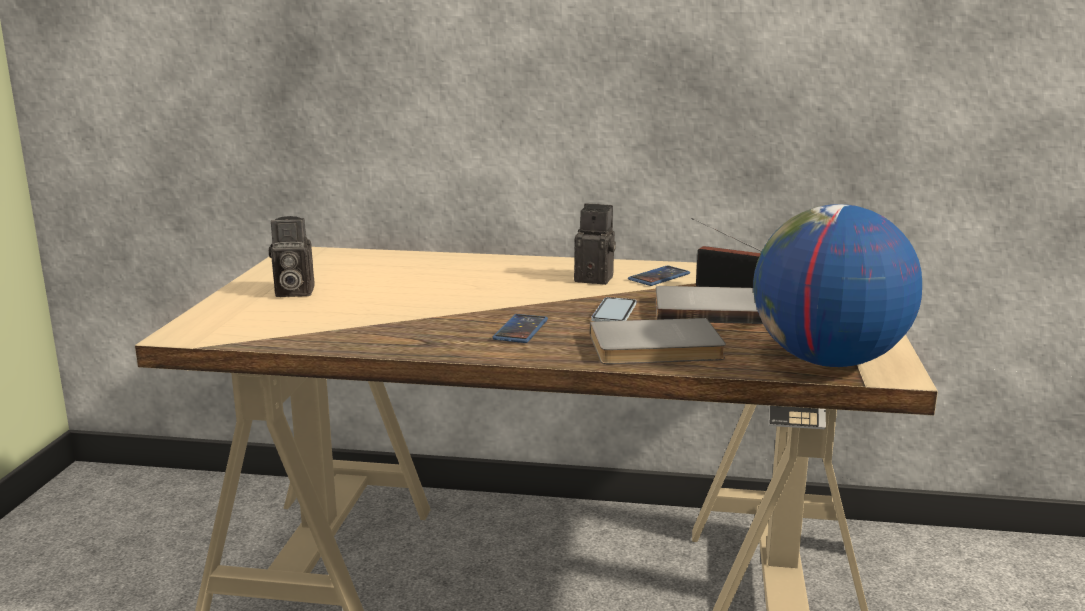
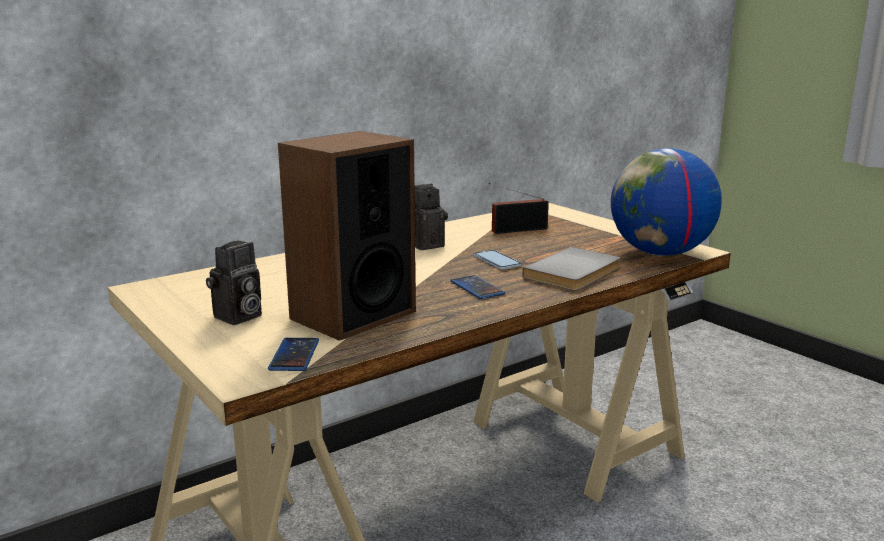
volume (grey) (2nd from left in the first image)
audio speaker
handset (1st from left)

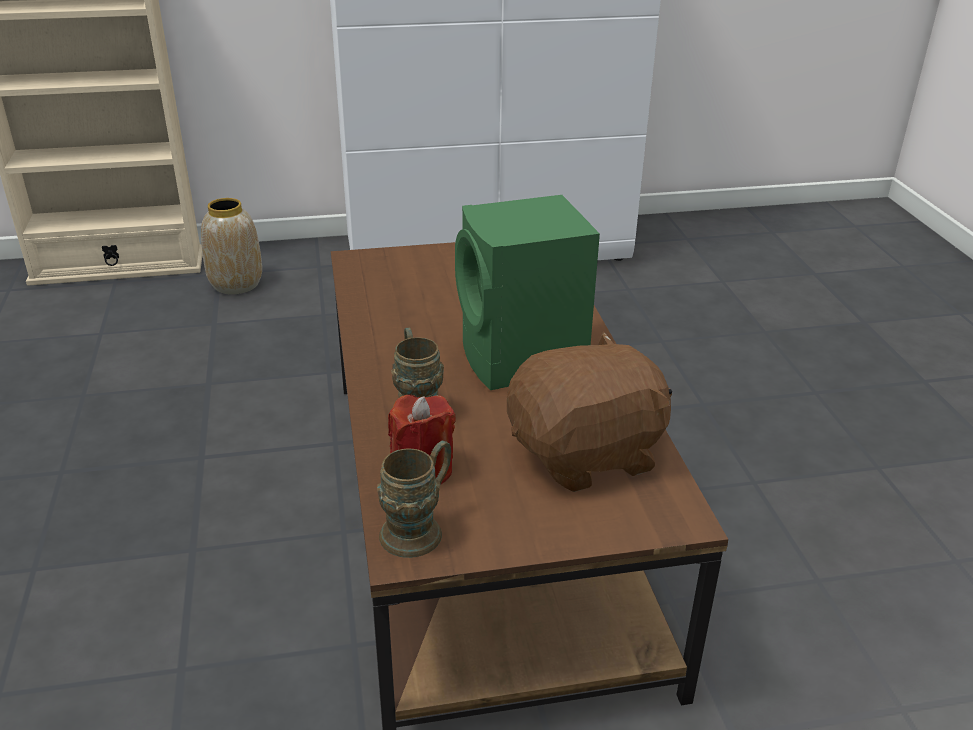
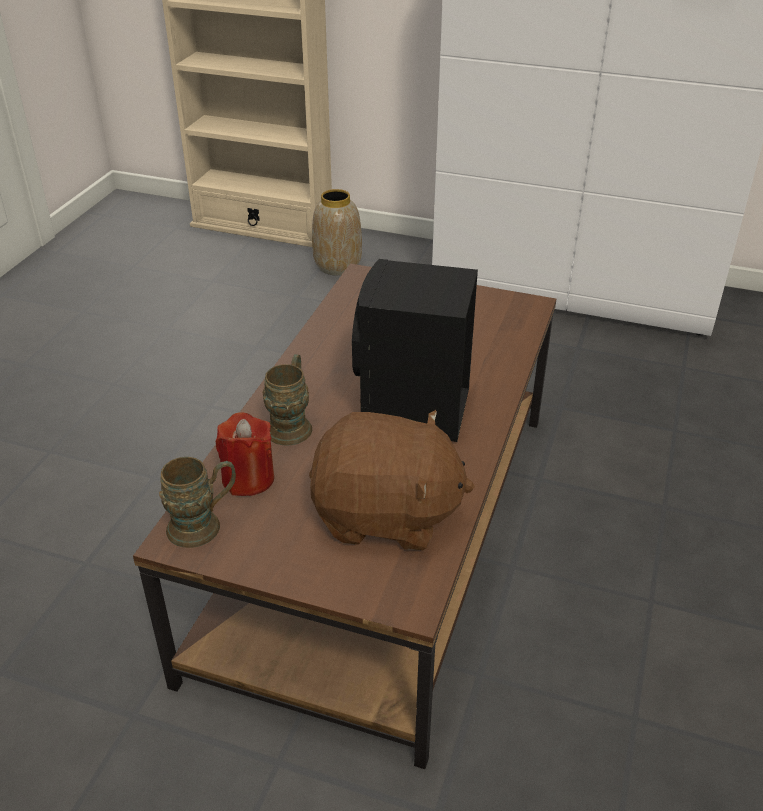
audio speaker (black)

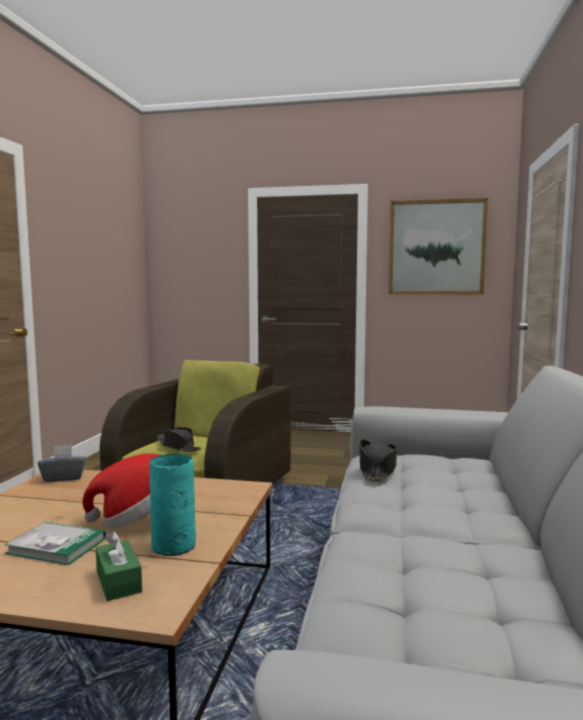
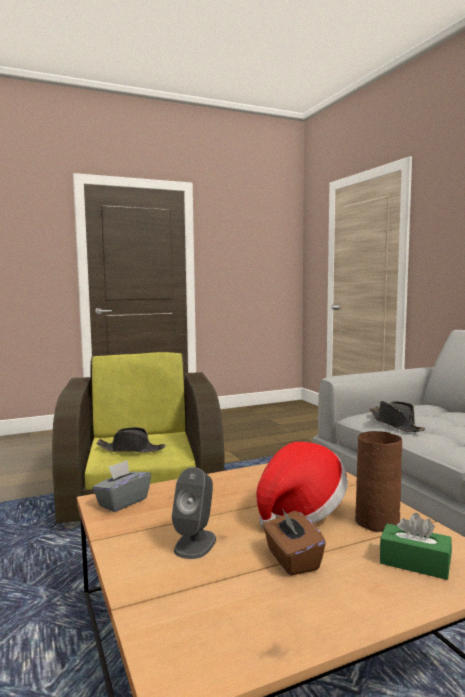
wall picture
audio speaker (grey)
tissue holder (brown)
vase (brown)

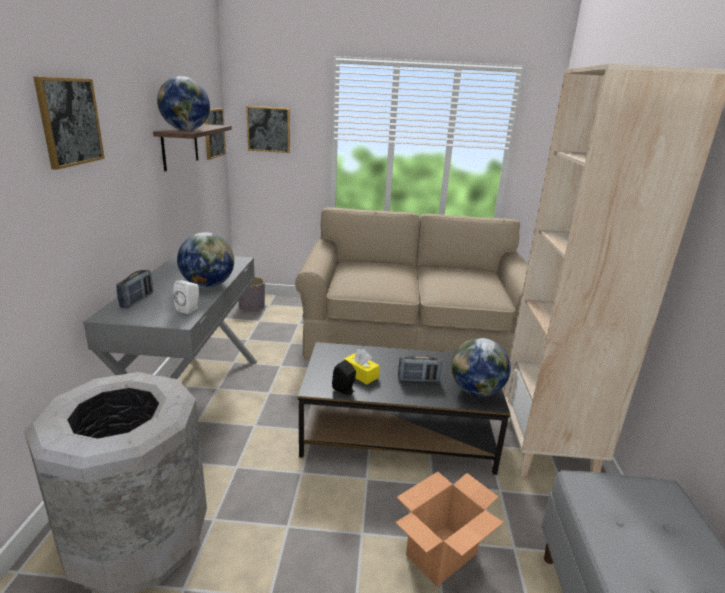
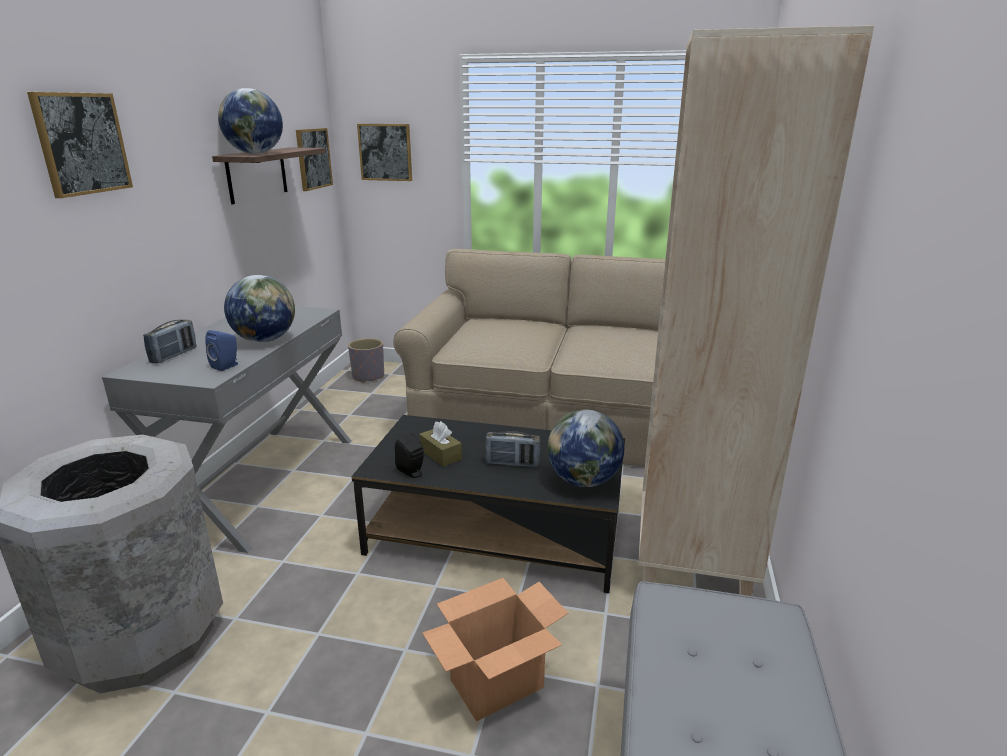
audio speaker (blue)
tissue holder (brown)

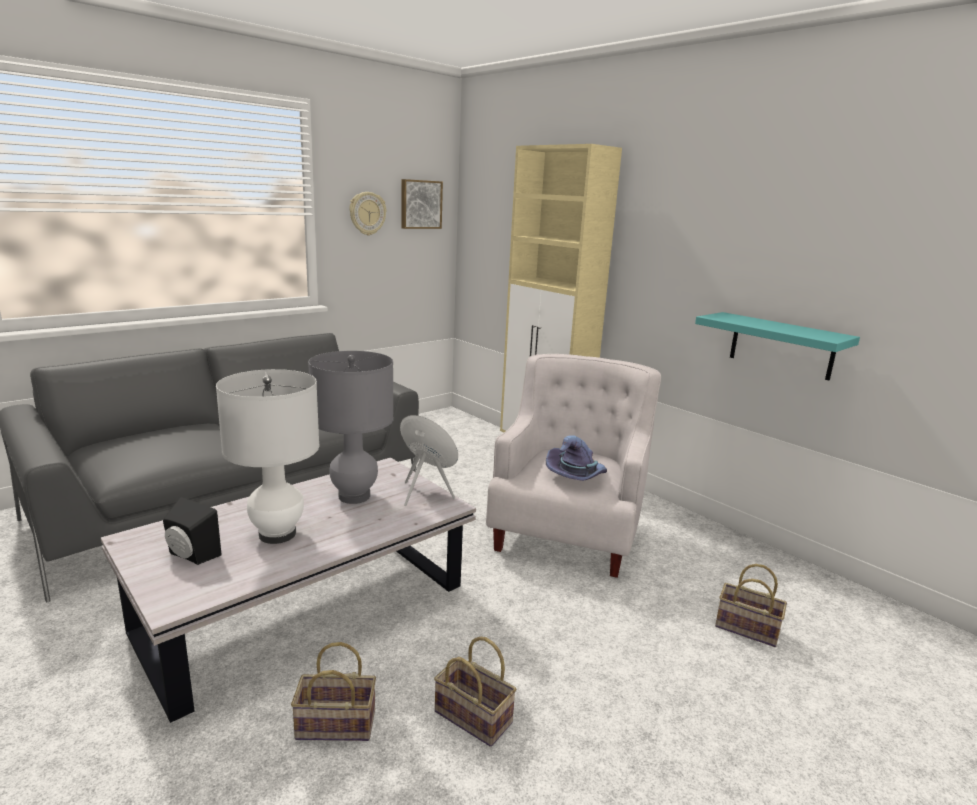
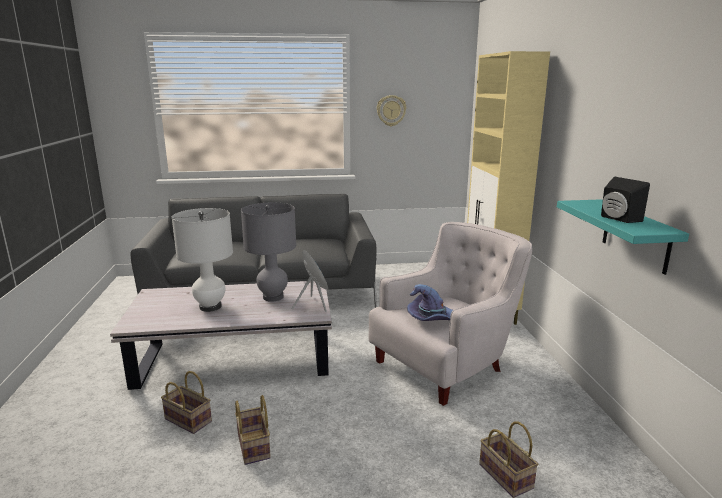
wall picture
audio speaker (black)

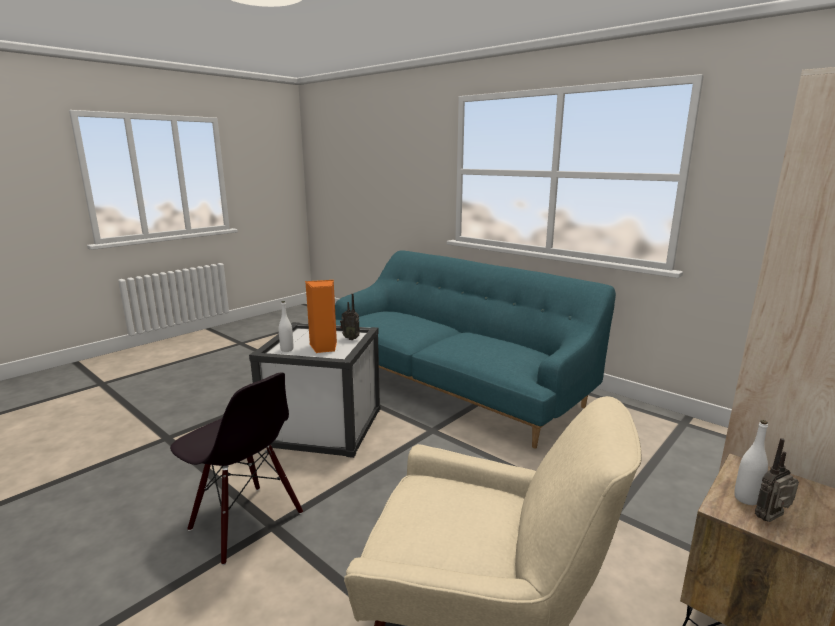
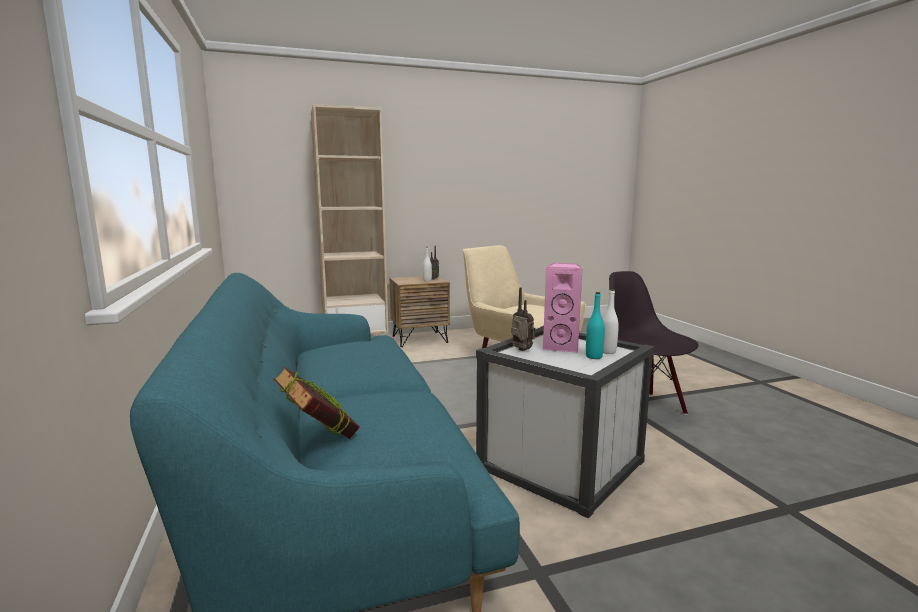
volume
bottle (turquoise-coloured)
audio speaker (pinkish)

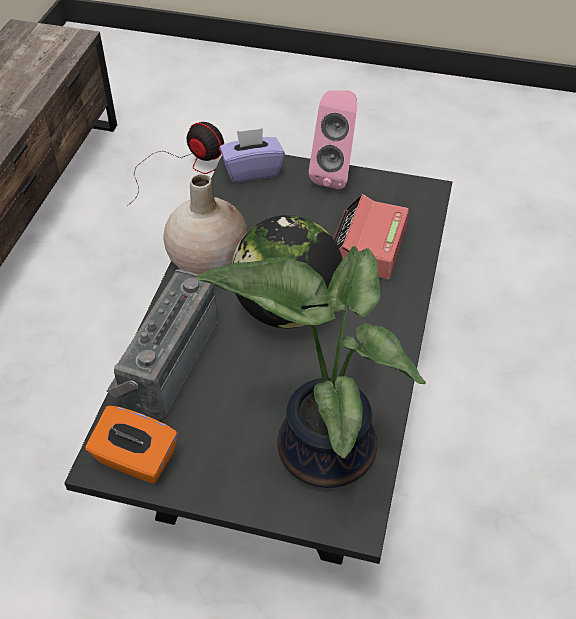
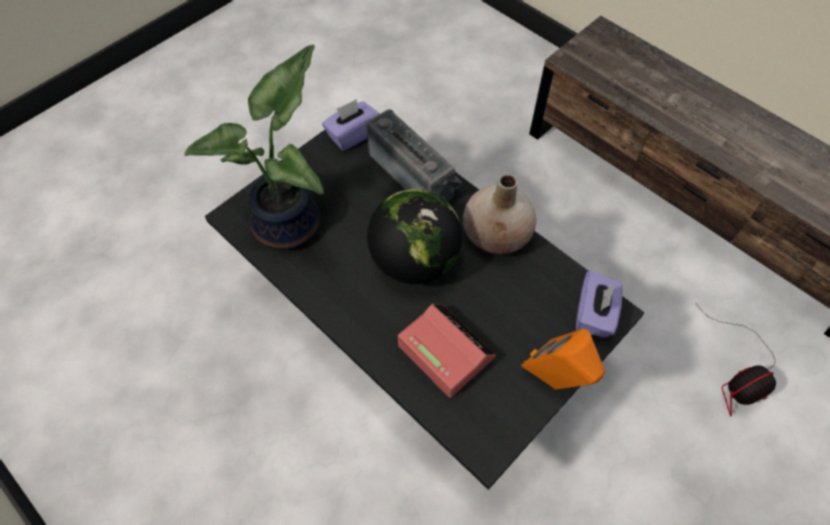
tissue holder (purple-coloured) (1st from left)
audio speaker (orange-coloured)

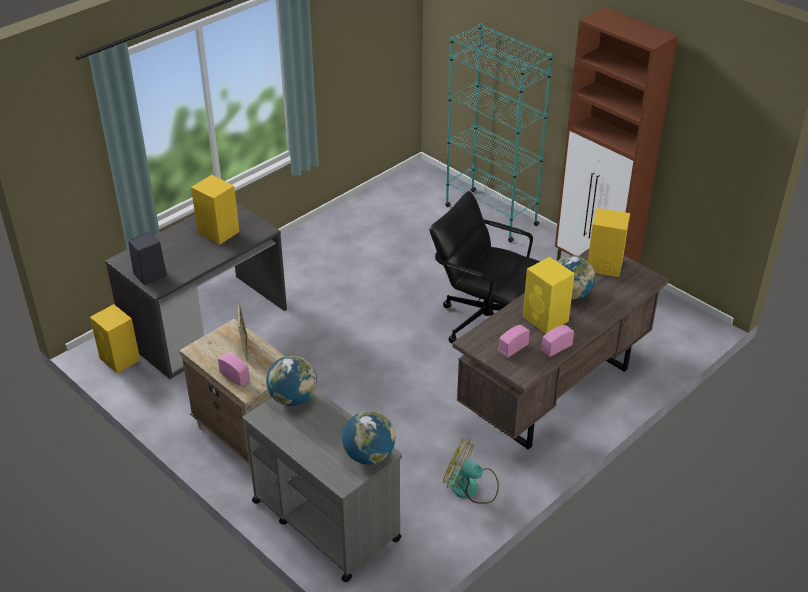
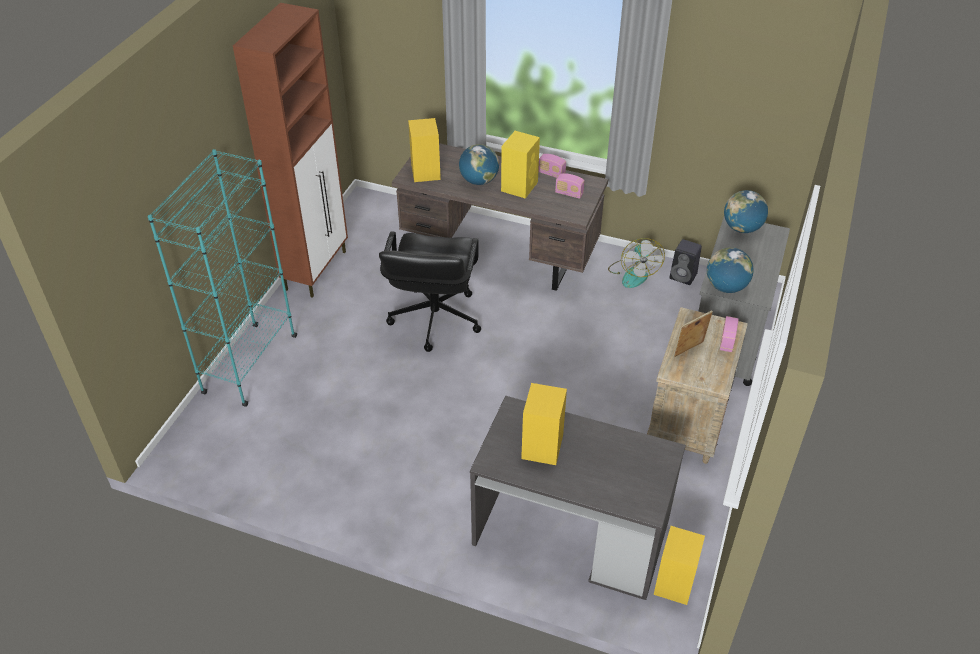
audio speaker (black)

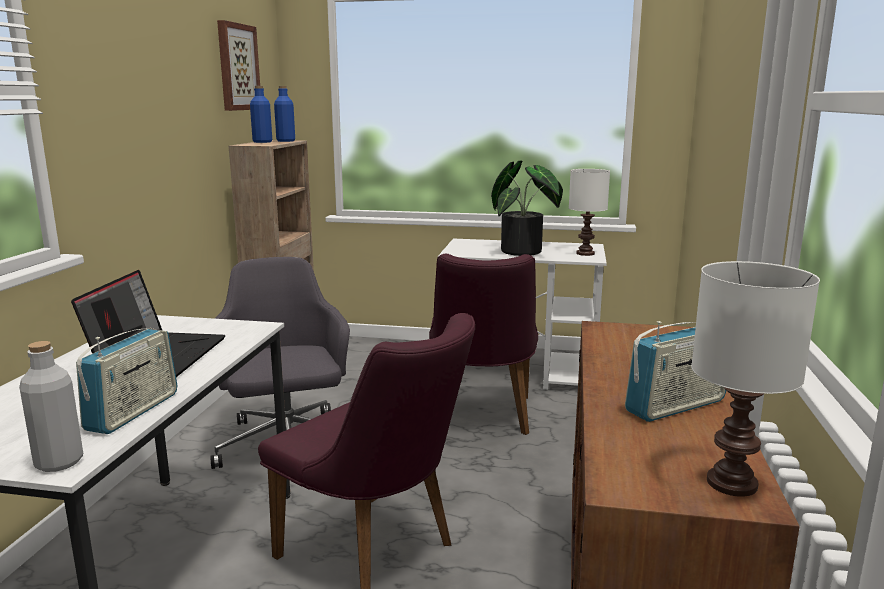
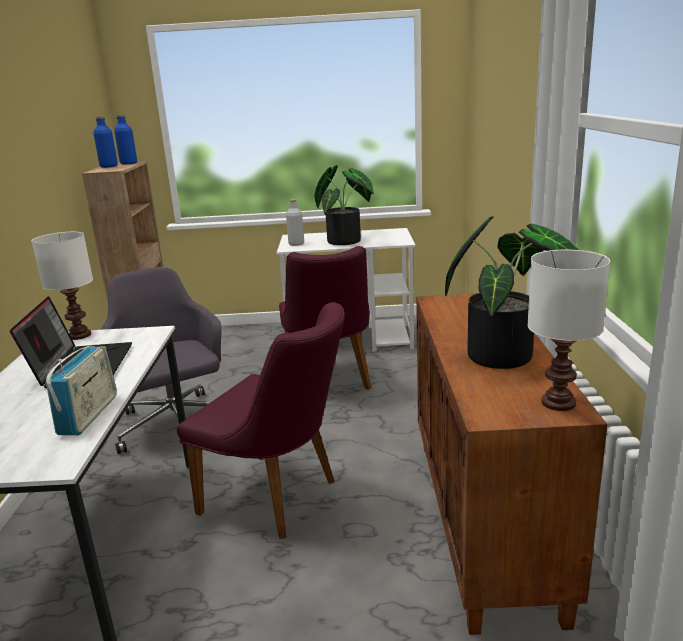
wall picture
bottle (grey)
lamp for a table (whitish) (1st from left)
potted plant (2nd from left)

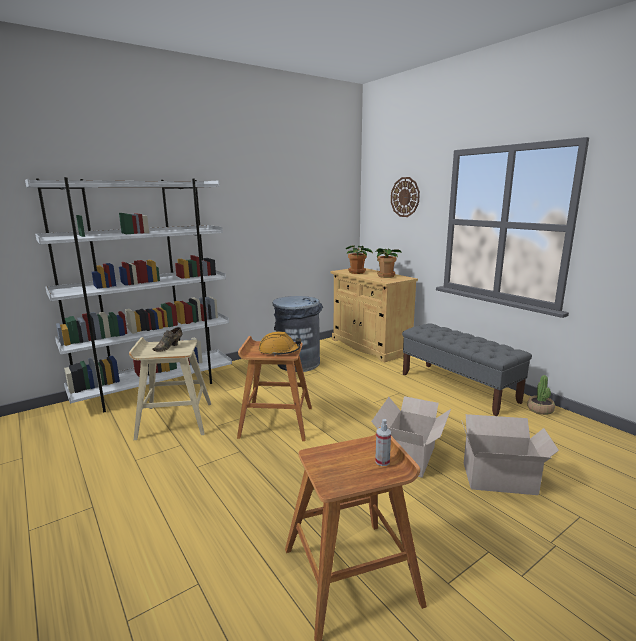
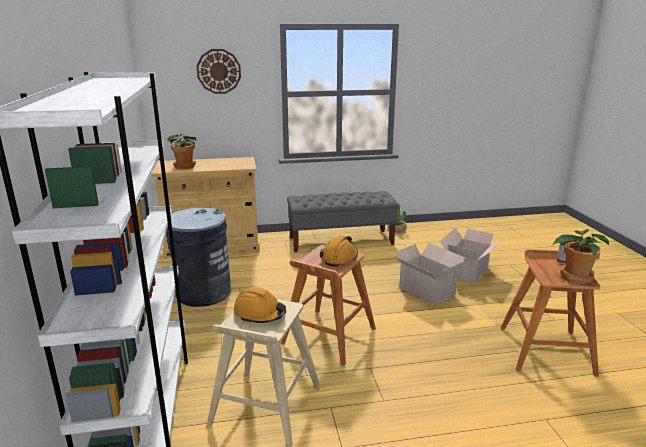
potted plant (3rd from left)
work helmet (orange-coloured) (1st from left)

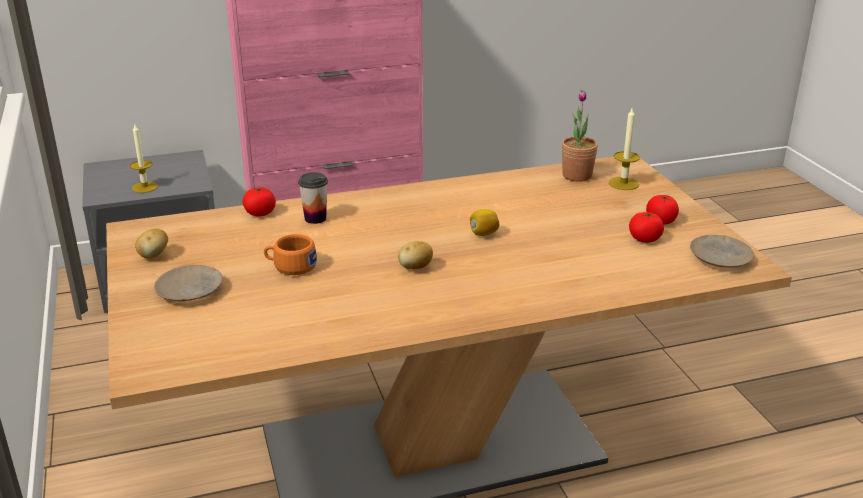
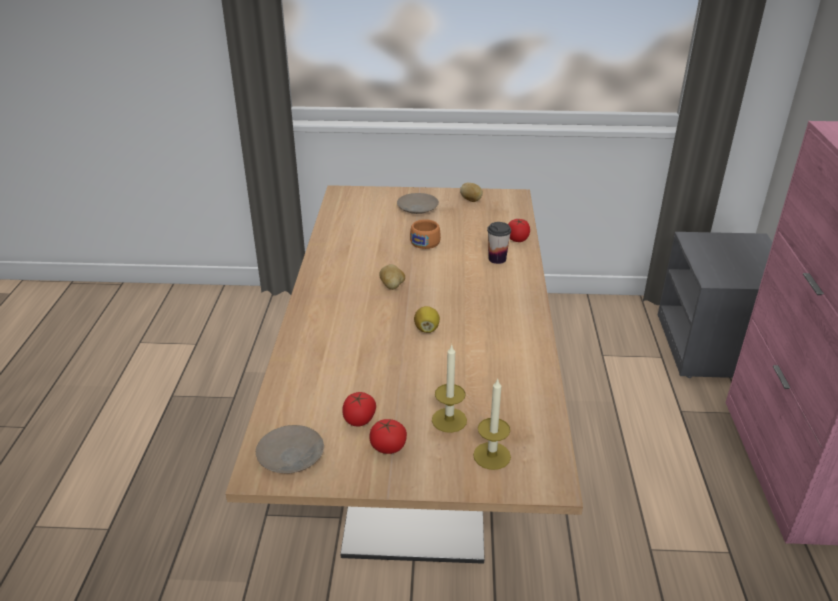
potted plant
wax light (1st from left)

